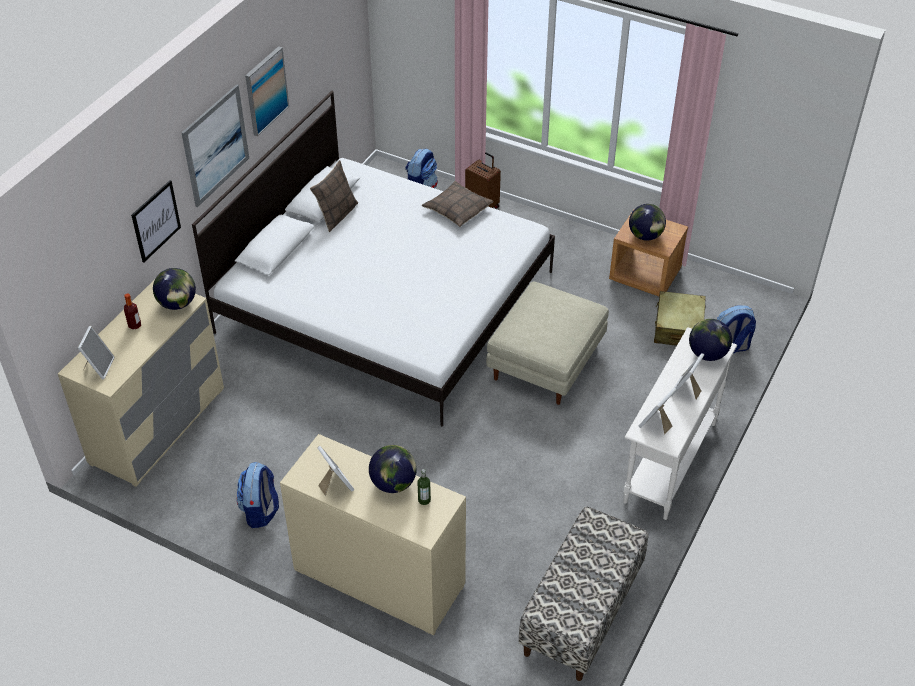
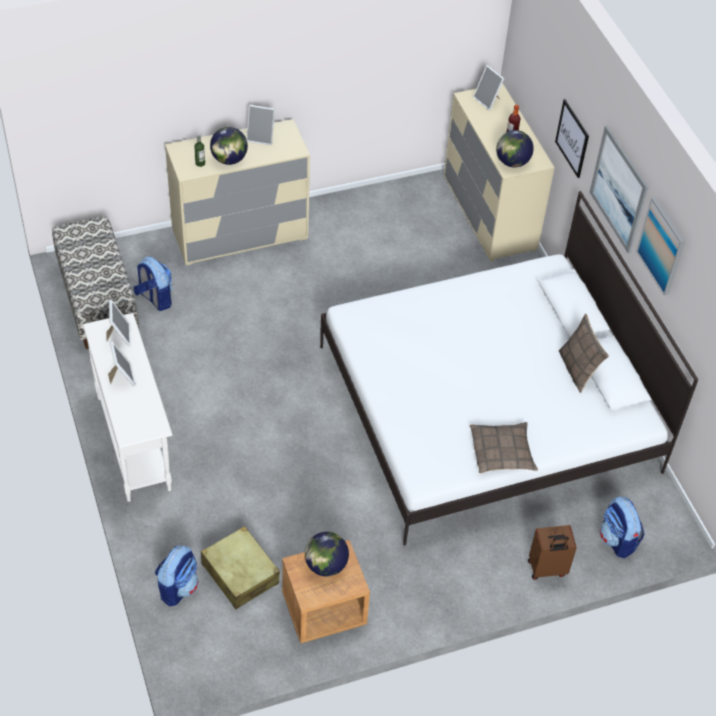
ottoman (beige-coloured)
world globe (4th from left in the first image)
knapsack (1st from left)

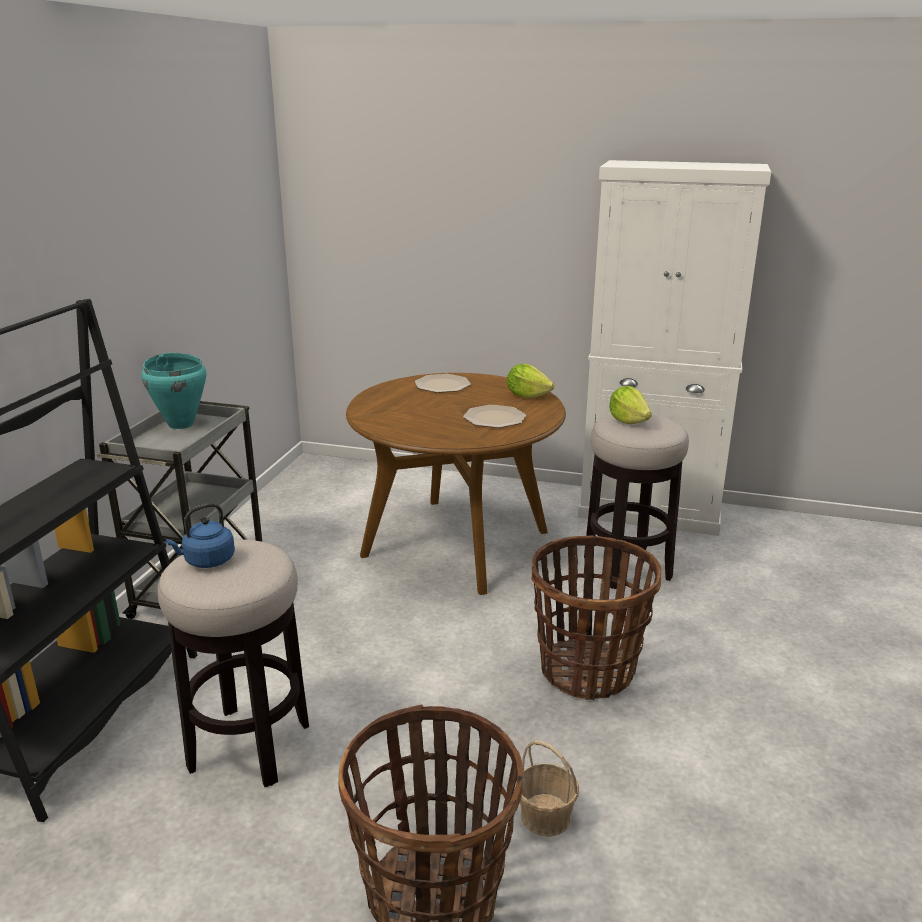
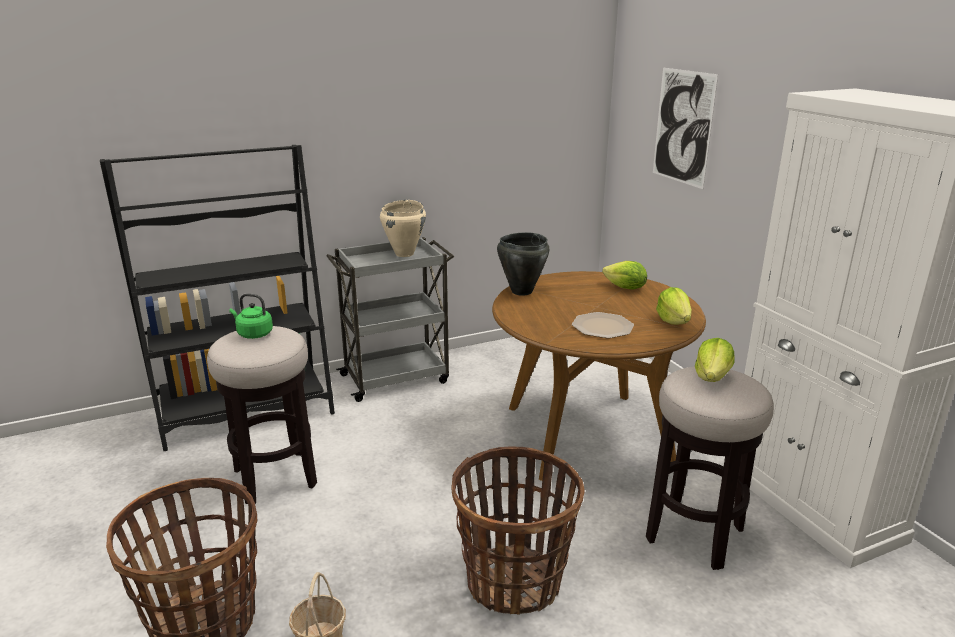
stockpot (black)
wall picture
lettuce head (1st from left)
stockpot (beige-coloured)
tea kettle (green-coloured)

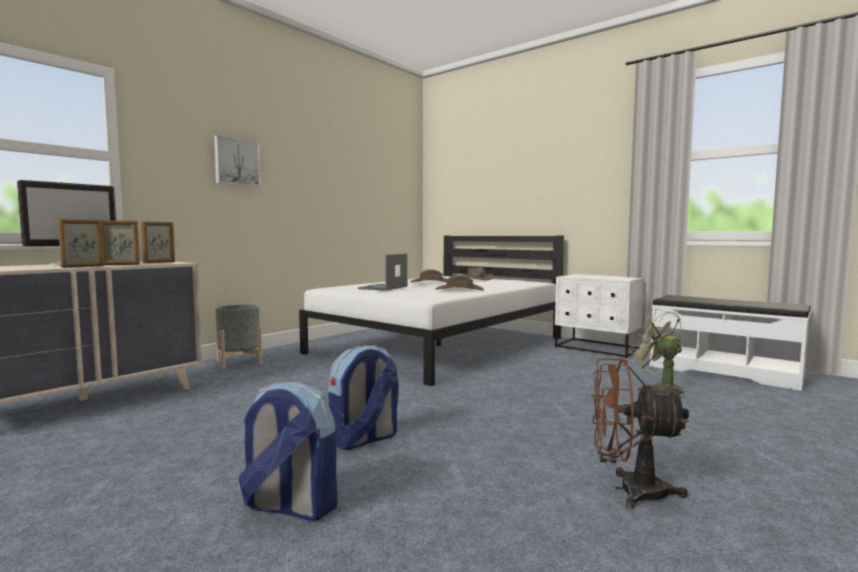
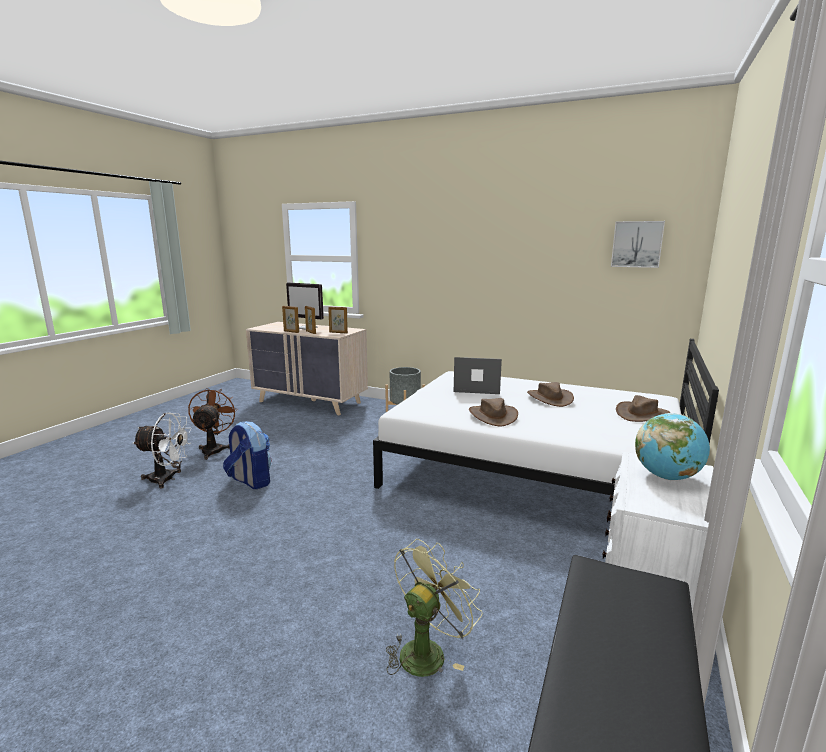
world globe
wall picture
cooling fan (brown)
cooling fan (whitish)

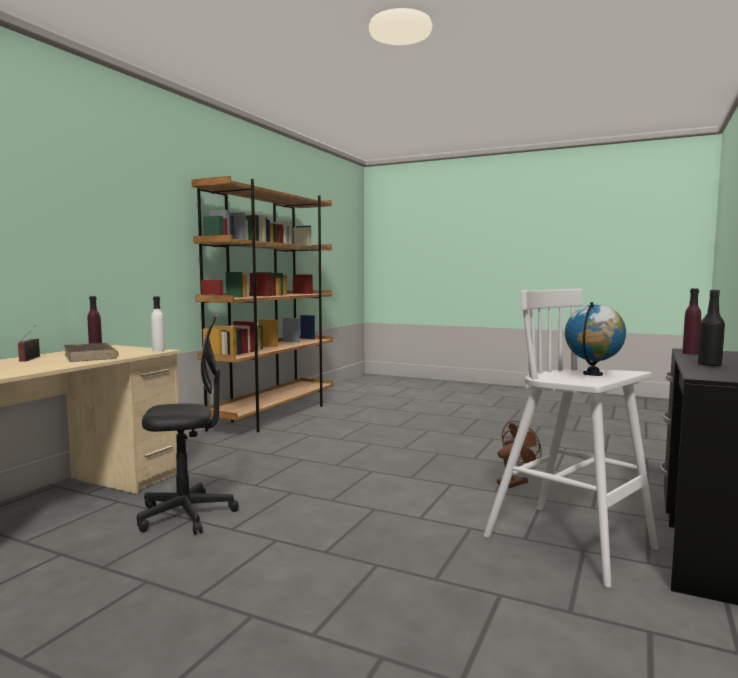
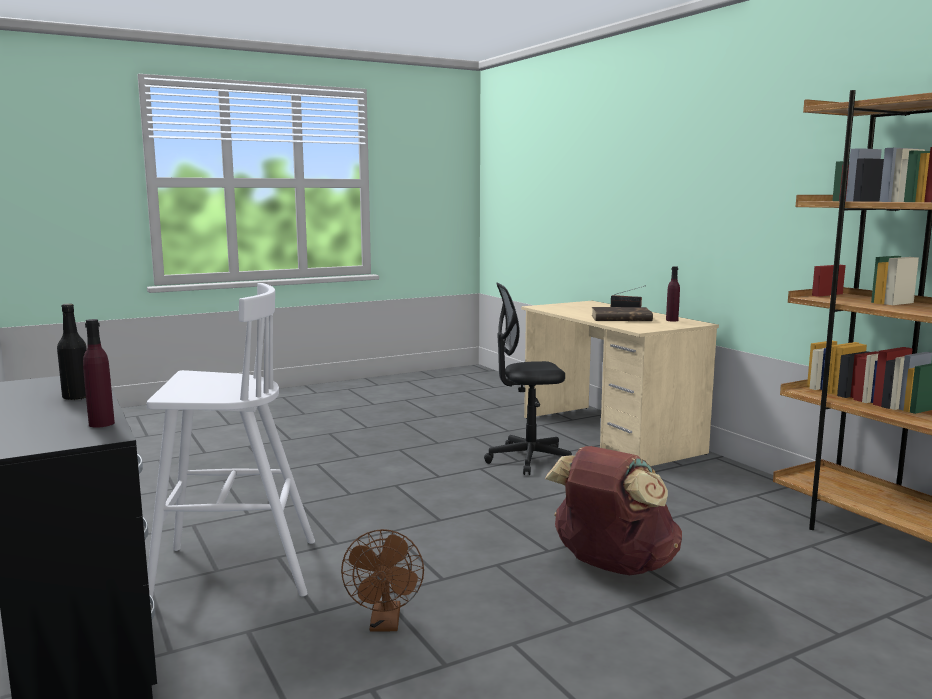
bottle (whitish)
world globe
knapsack (brown)
computer chair (black)

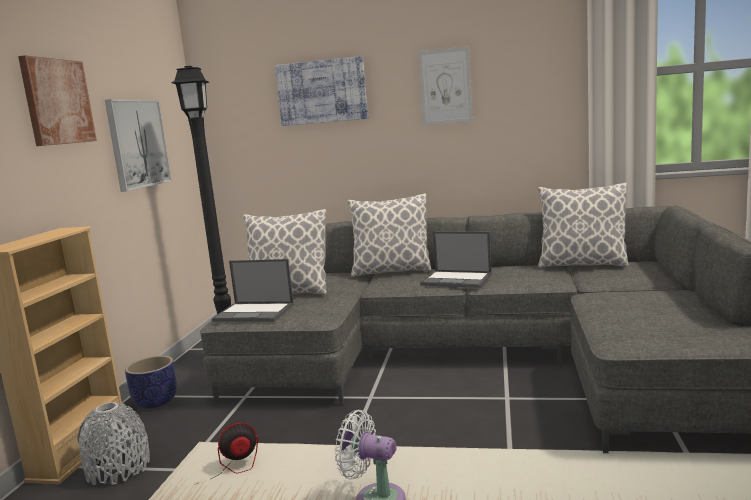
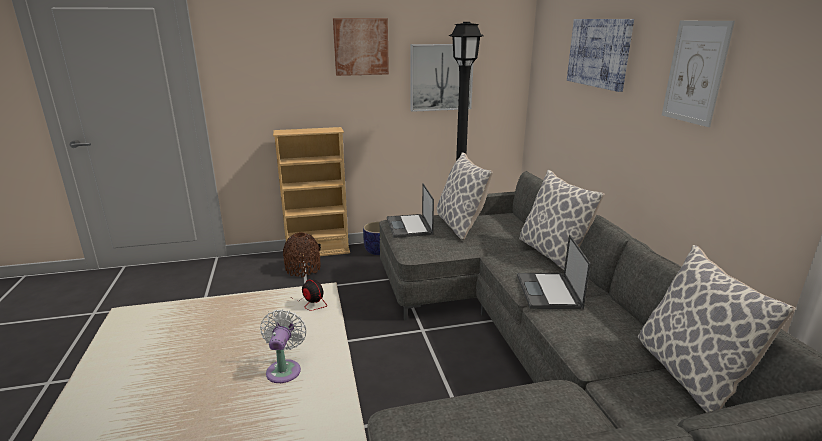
vase (brown)

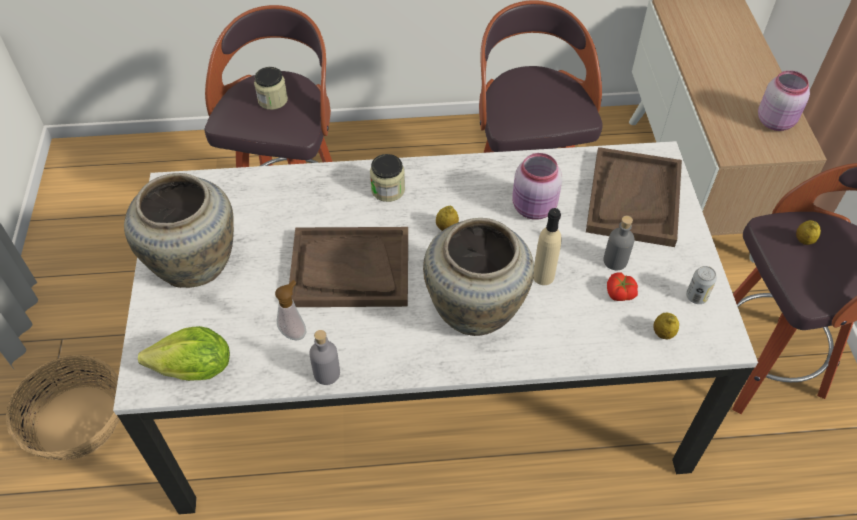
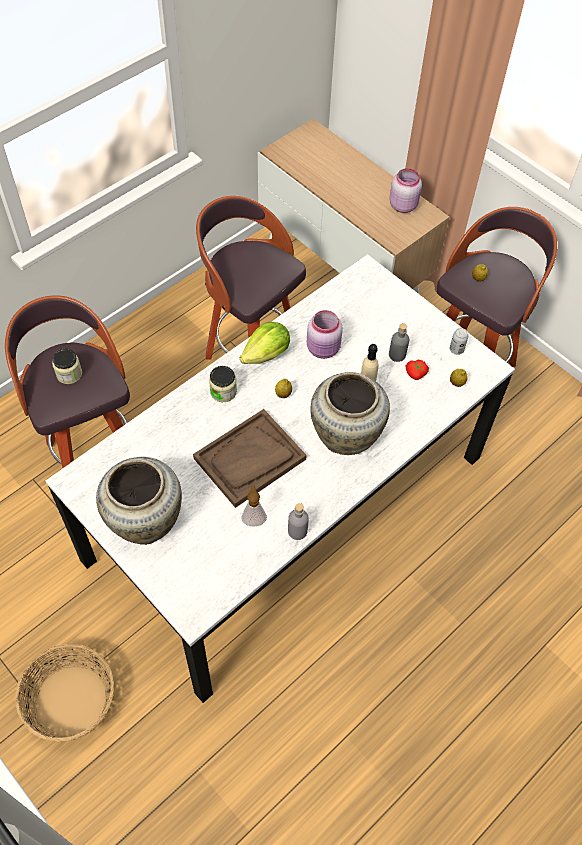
serving tray (brown) (2nd from left in the first image)
lettuce head

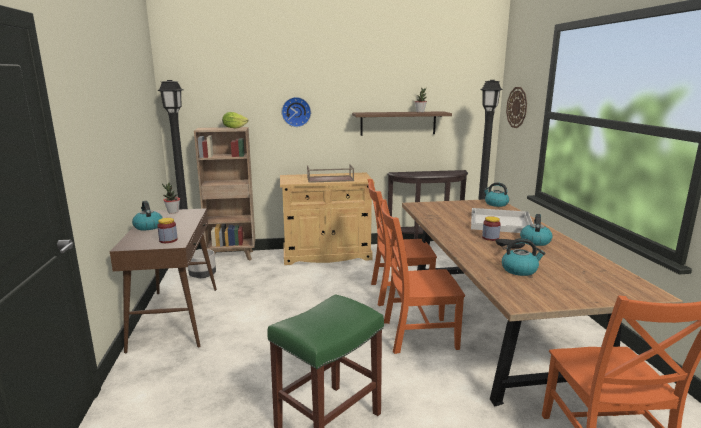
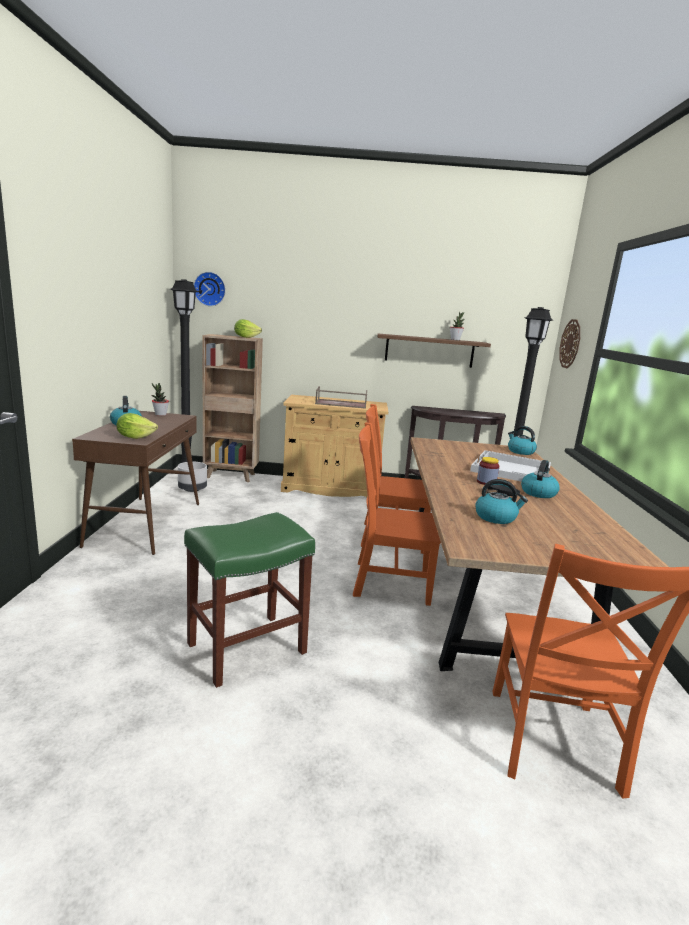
clock on the wall (1st from left)
lettuce head (1st from left)

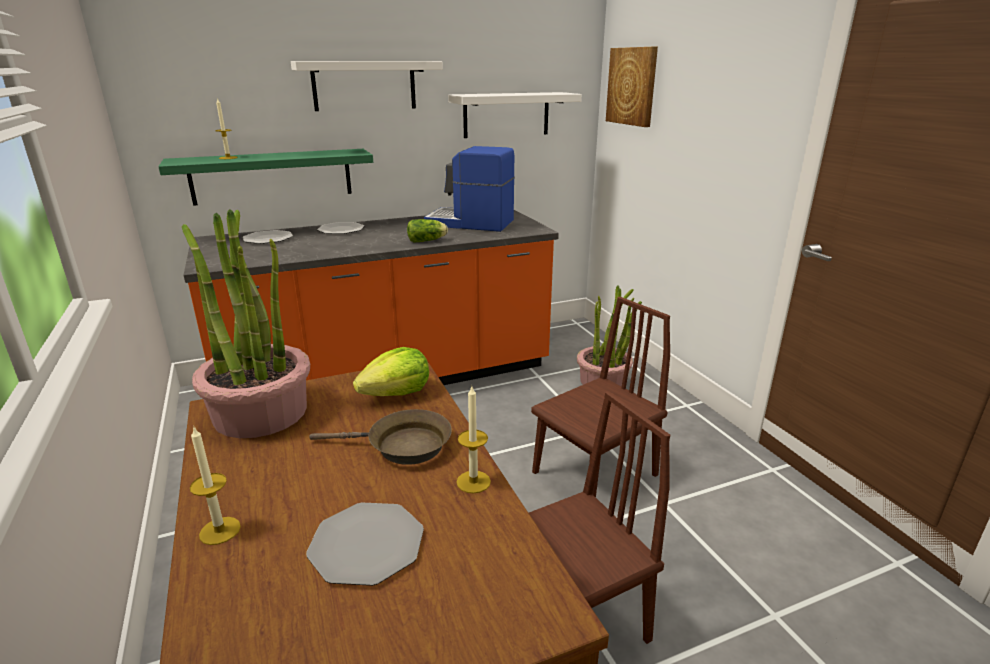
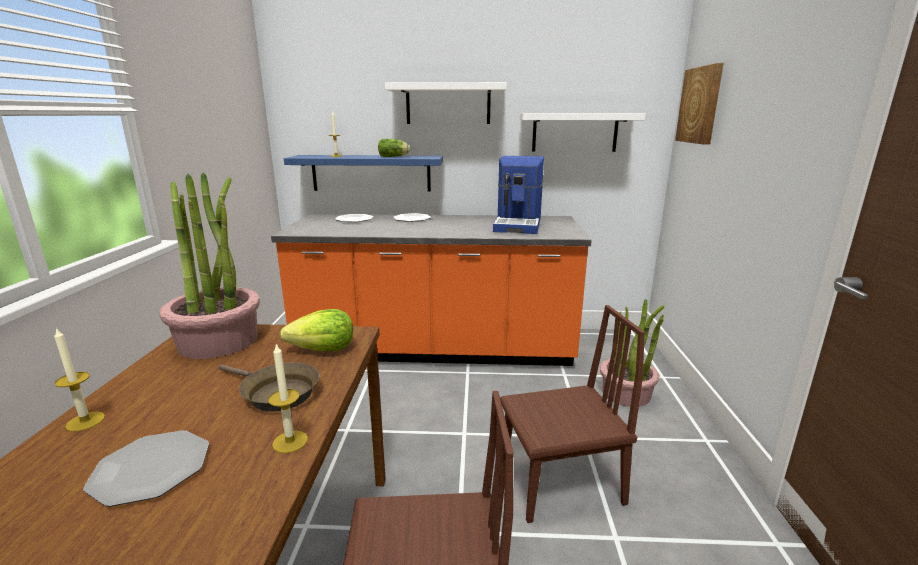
lettuce head (2nd from left)
shelf (blue)
coffee machine

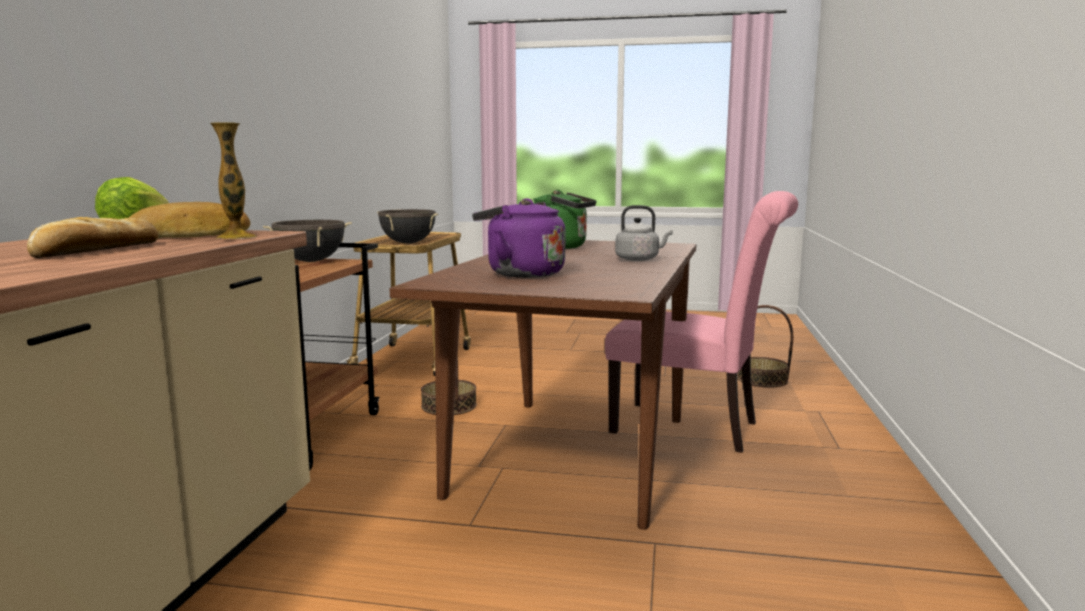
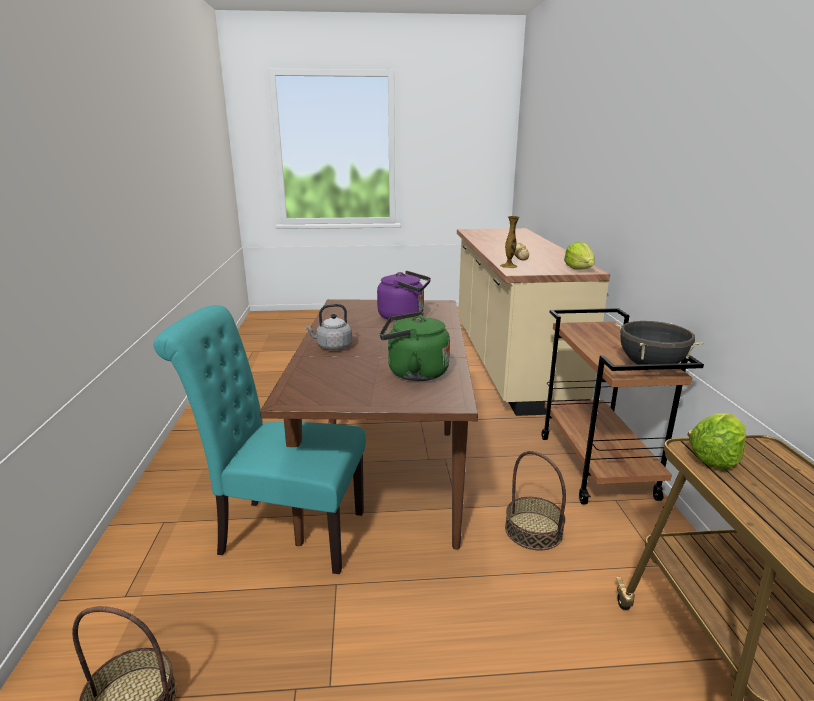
bakery bread (2nd from left in the first image)
lettuce head (2nd from left)
chair (turquoise-coloured)

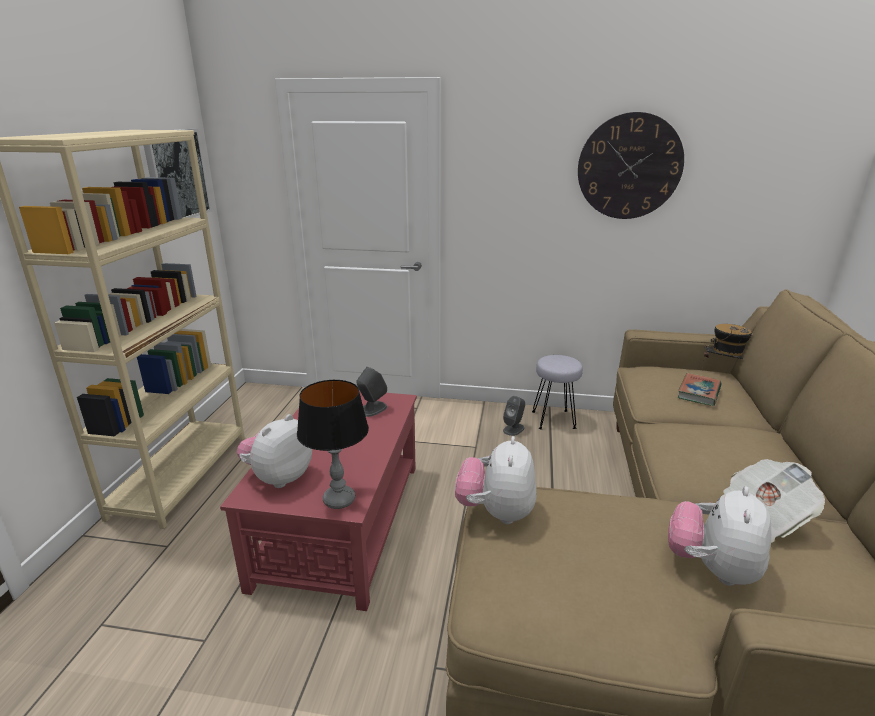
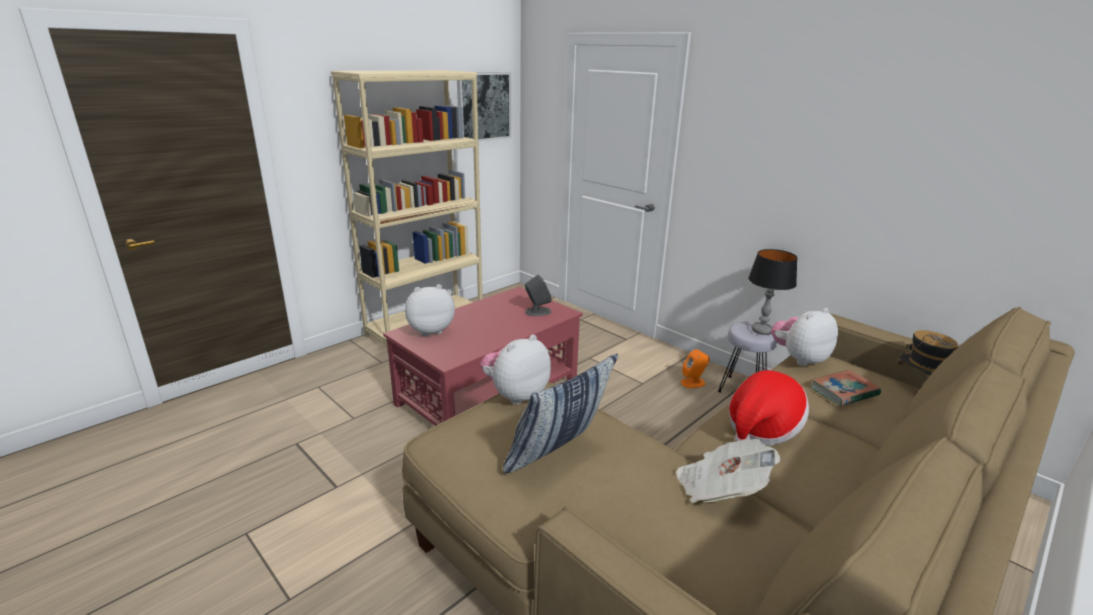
clock on the wall
pillow
wearable hat (1st from left)
lamp for a table
plush toy (3rd from left)
audio speaker (orange-coloured)

